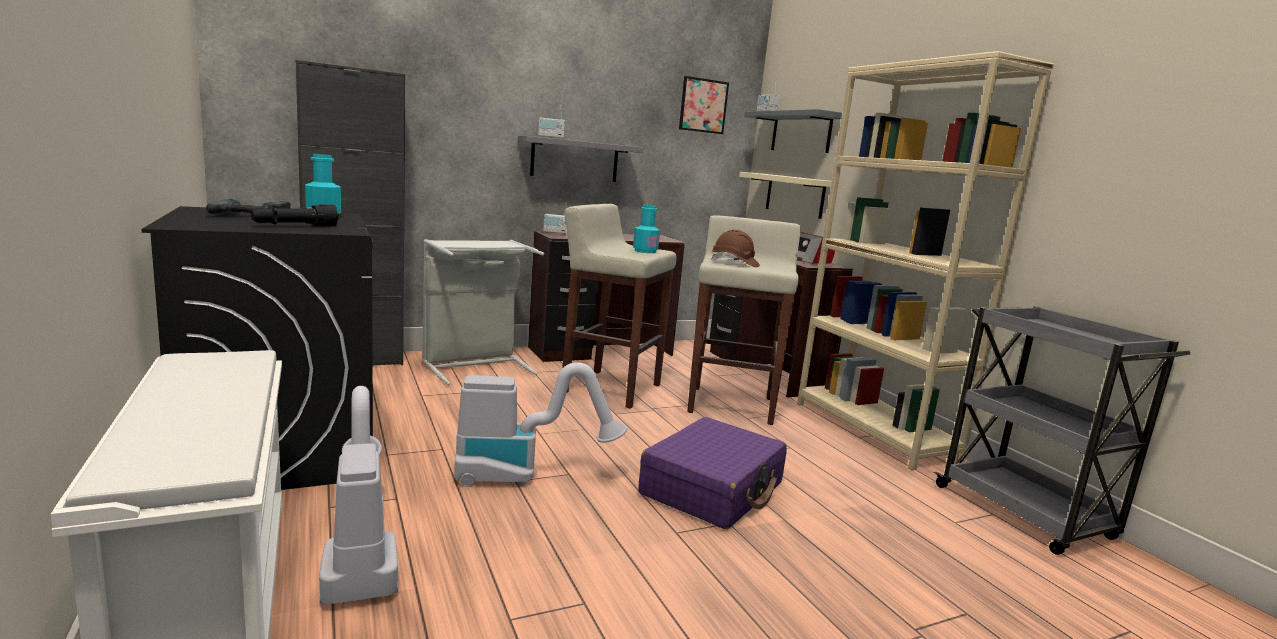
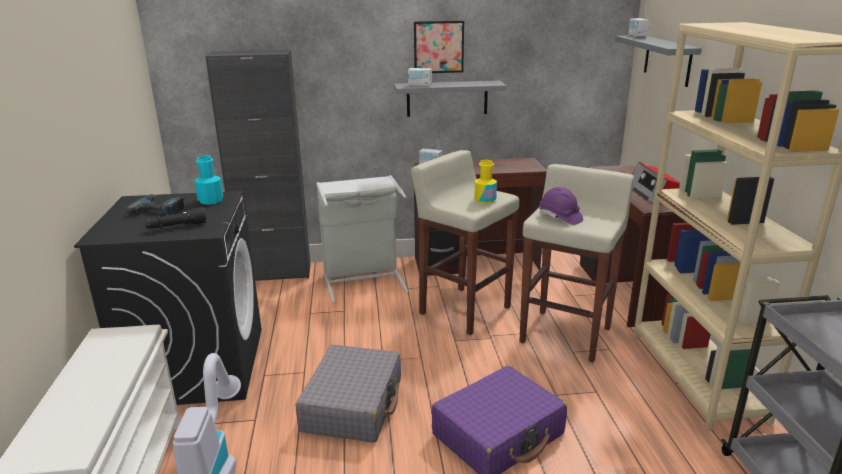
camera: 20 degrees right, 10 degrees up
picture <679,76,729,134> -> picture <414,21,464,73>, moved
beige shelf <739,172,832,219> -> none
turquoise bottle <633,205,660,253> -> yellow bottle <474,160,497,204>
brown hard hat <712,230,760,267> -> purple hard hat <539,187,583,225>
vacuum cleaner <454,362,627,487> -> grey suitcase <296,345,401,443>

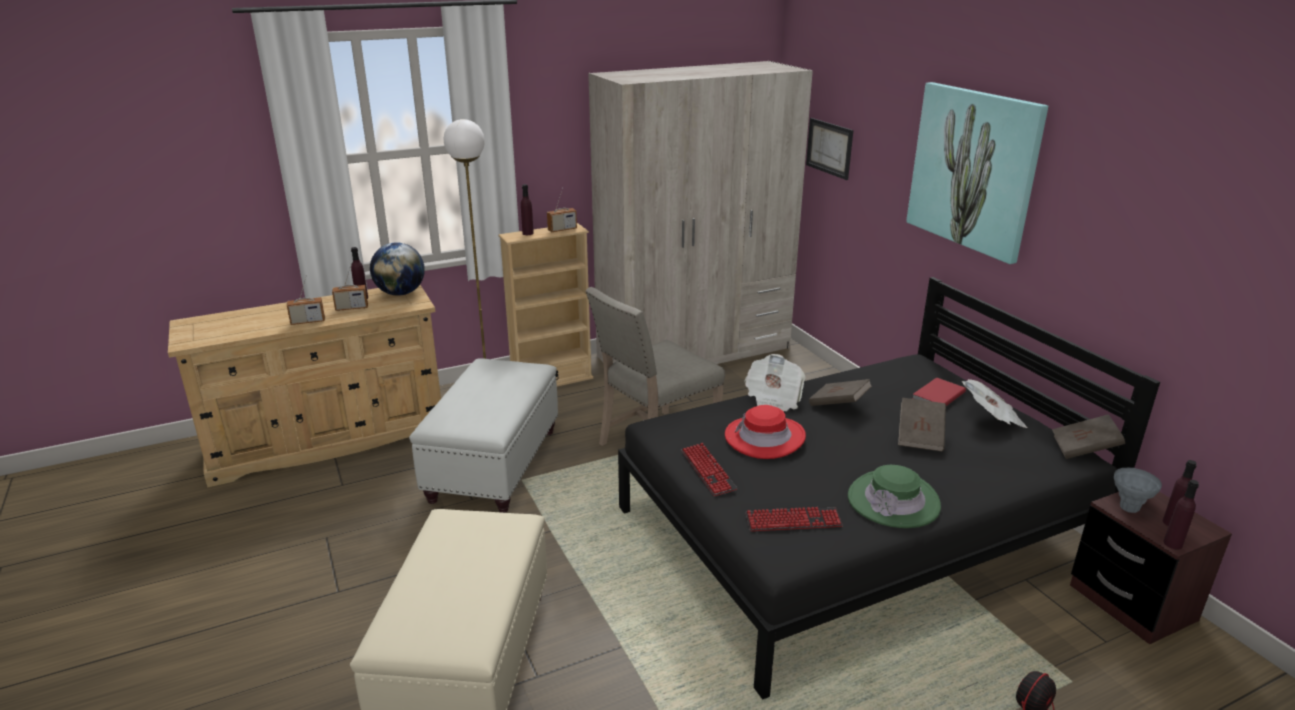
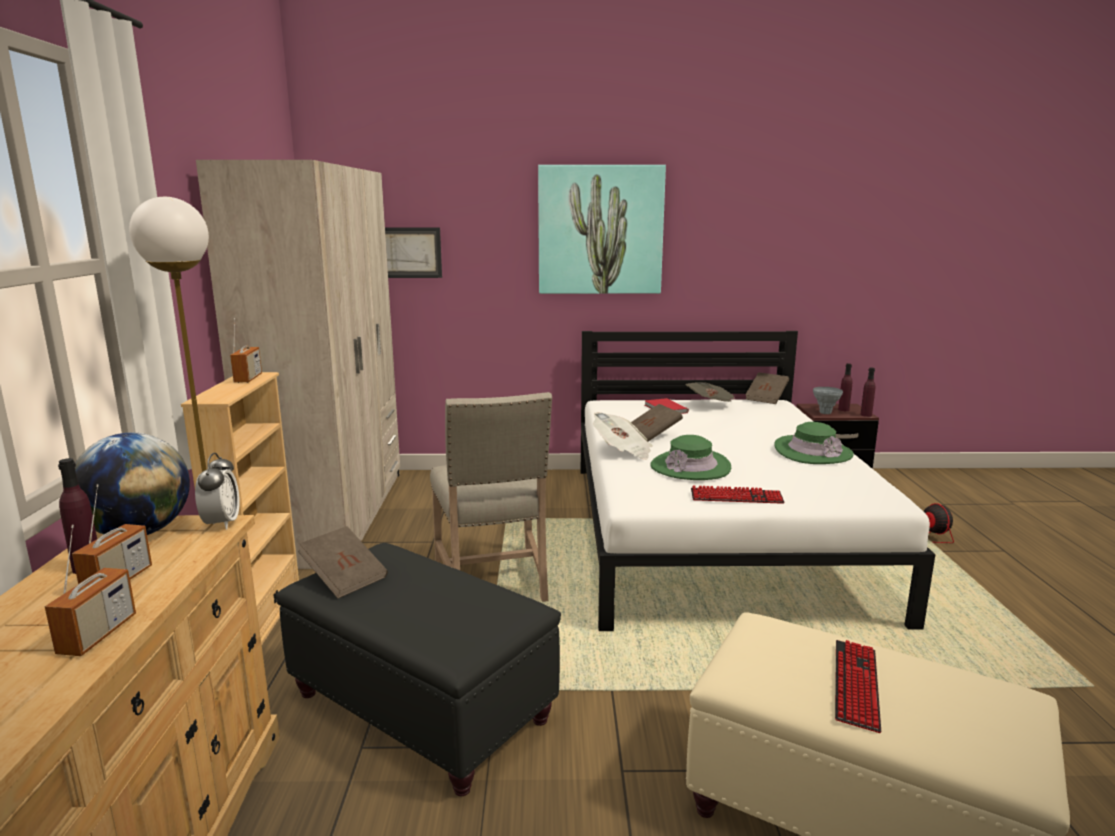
camera: 65 degrees left, 10 degrees down
purple bottle <521,184,534,235> -> none
black bed <618,277,1160,700> -> white bed <581,331,935,631>
white ottoman <409,358,558,513> -> black ottoman <276,543,561,796>
brown book <898,398,946,452> -> brown book <298,526,388,599>, moved
red hat <725,405,806,459> -> green hat <650,435,731,480>
keyboard <745,507,843,531> -> keyboard <835,640,881,733>, moved
none -> alarm clock <195,453,240,530>

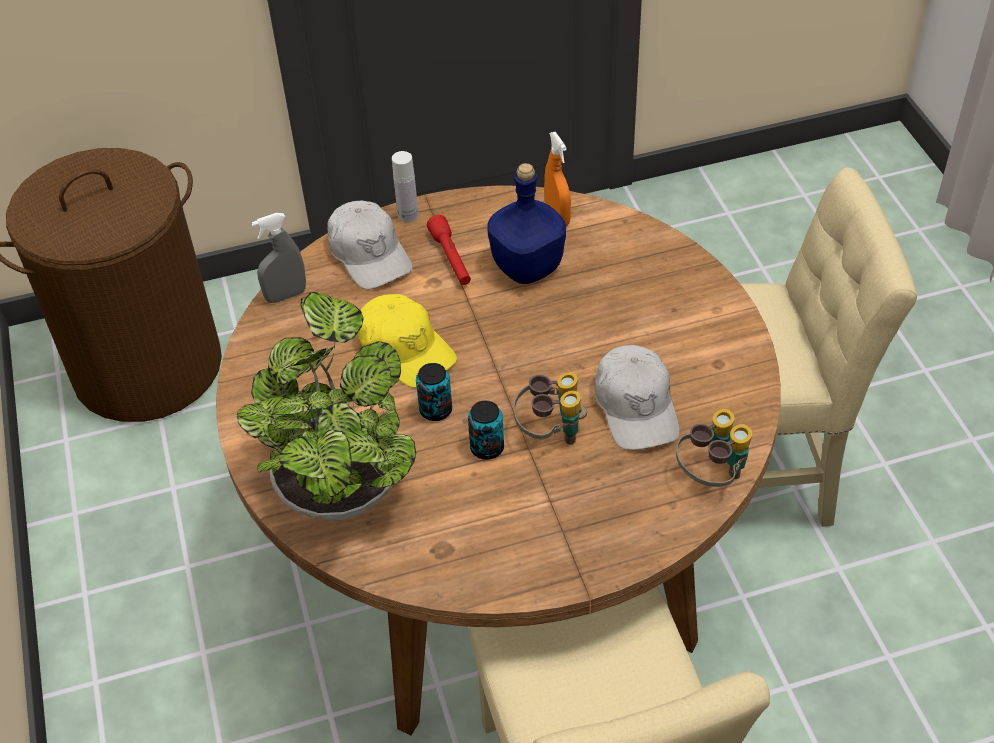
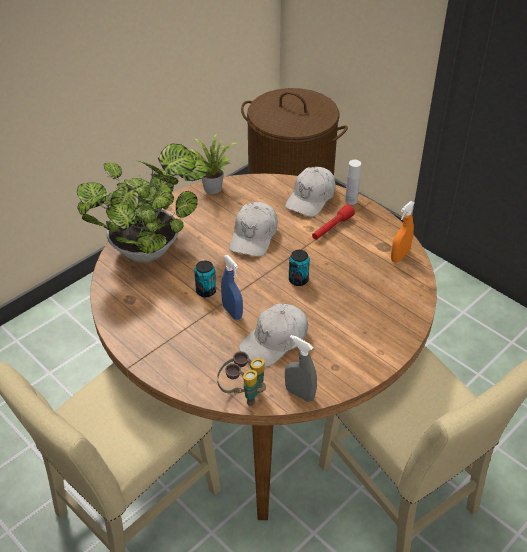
camera: 60 degrees right, 5 degrees down
blue bottle <487,163,566,284> -> none
grey spray bottle <251,213,306,303> -> grey spray bottle <285,335,317,402>, moved
yellow cap <357,294,457,388> -> white cap <229,202,278,257>
can <416,363,452,421> -> can <289,250,310,286>, moved
binoculars <514,372,587,445> -> blue spray bottle <221,255,243,320>
none -> potted plant <190,132,237,194>

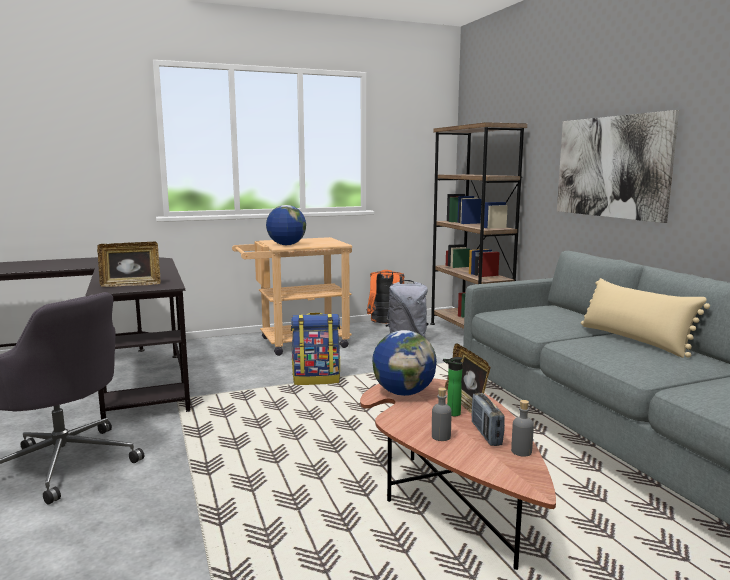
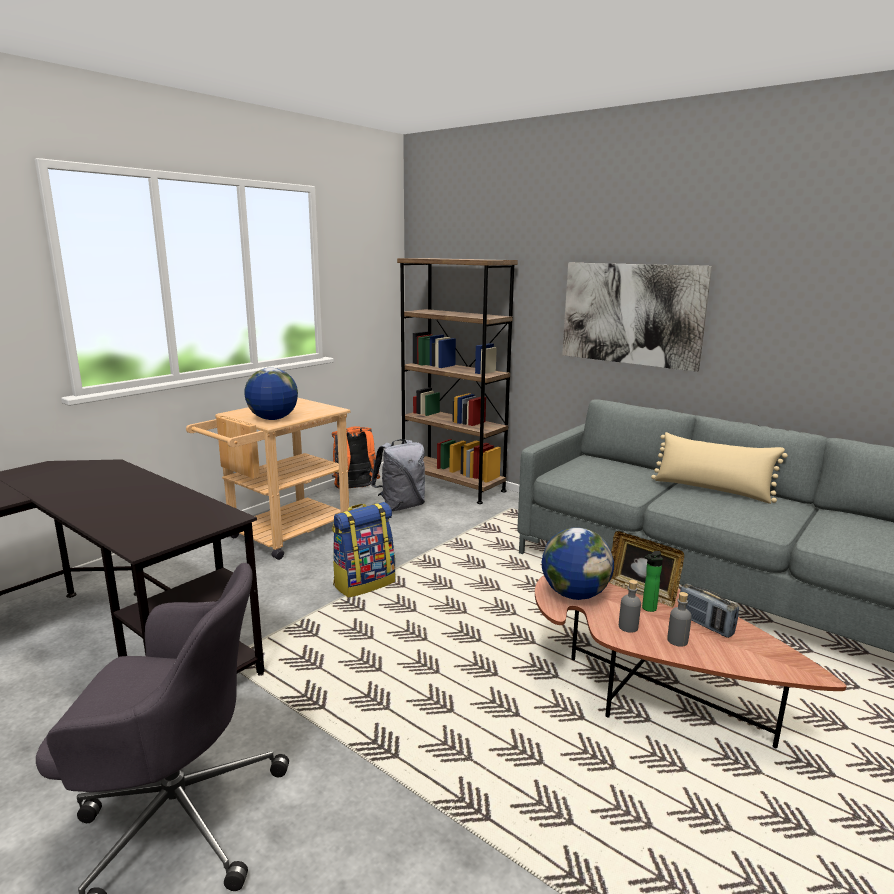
camera: 30 degrees left, 5 degrees up
picture frame <97,242,161,287> -> none
grey bottle <511,400,534,457> -> grey bottle <619,580,641,633>, moved

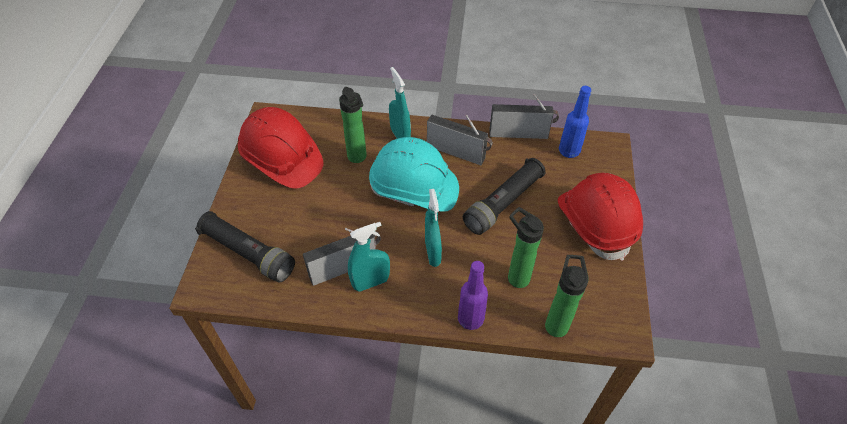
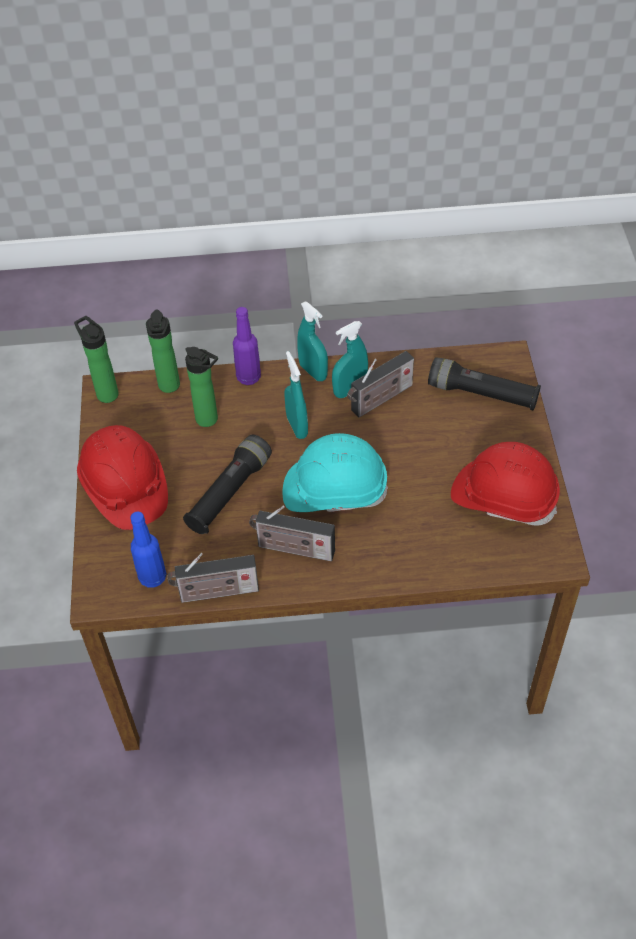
camera: 170 degrees right, 0 degrees up
turquoise spray bottle <389,67,411,139> -> turquoise spray bottle <297,302,328,381>, moved
bottle <339,87,367,163> -> bottle <74,316,119,403>, moved

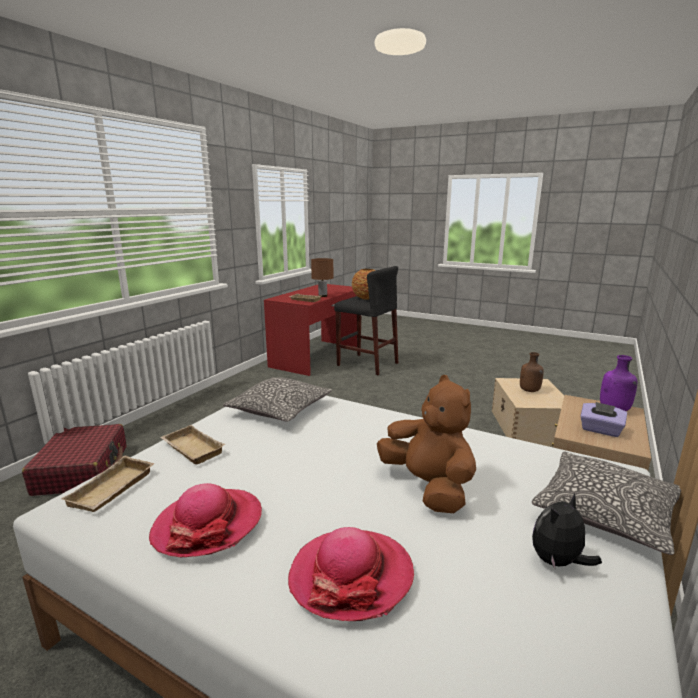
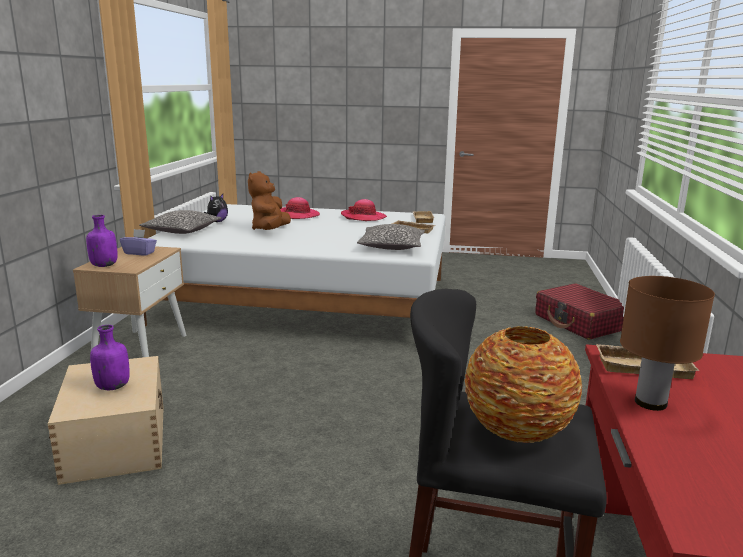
camera: 160 degrees right, 0 degrees up
brown bottle <520,352,544,392> -> purple bottle <90,325,130,390>
brown plush toy <377,375,476,513> -> brown plush toy <248,171,291,230>, 60 degrees clockwise

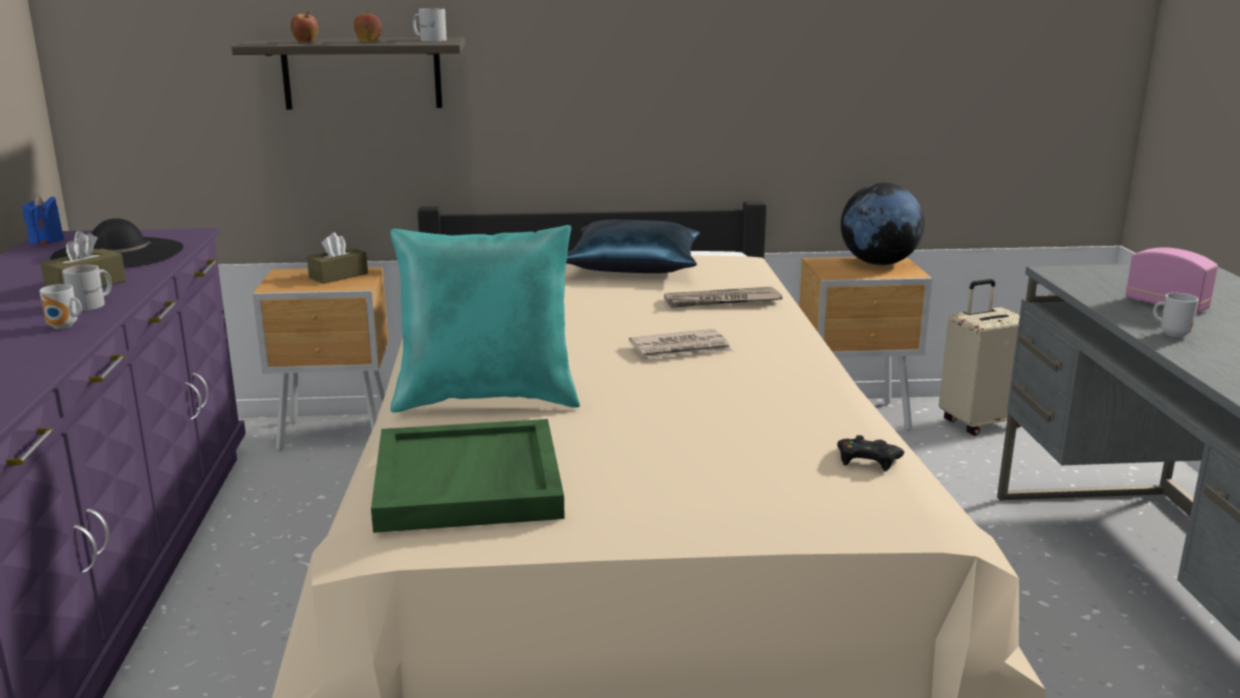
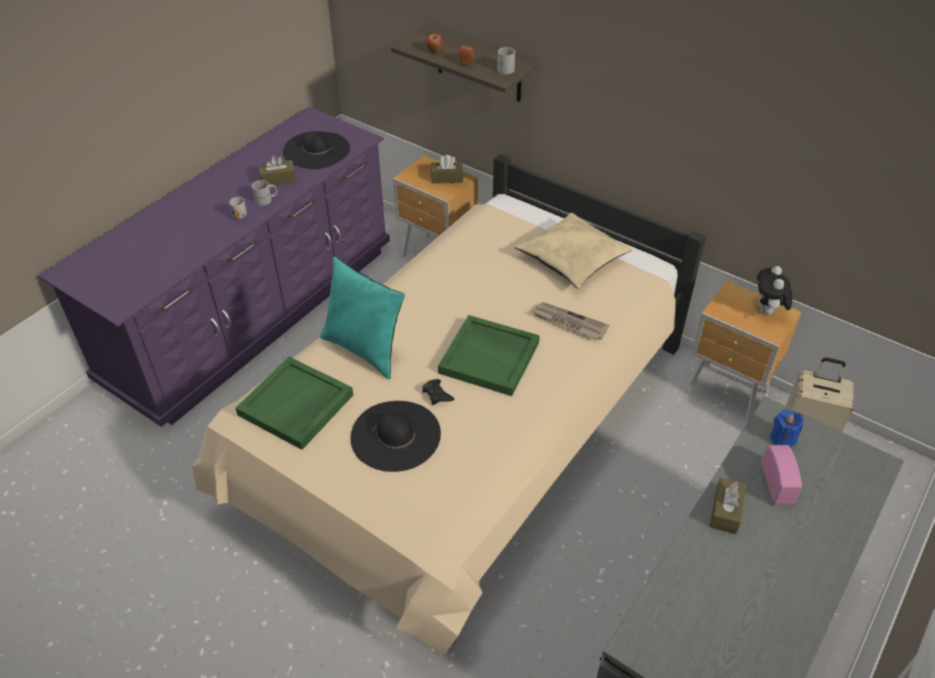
camera: 40 degrees right, 25 degrees up
globe <841,183,925,265> -> plush toy <757,266,792,315>
blue candle <23,195,64,245> -> blue candle <770,409,804,448>, moved
blue pillow <566,220,700,273> -> beige pillow <514,213,632,289>
mug <1153,293,1199,337> -> brown tissue box <710,477,746,534>
newspaper <629,329,733,359> -> green tray <438,315,540,396>
black game controller <837,435,904,471> -> black game controller <422,379,454,405>, moved
none -> black hat <351,401,441,472>

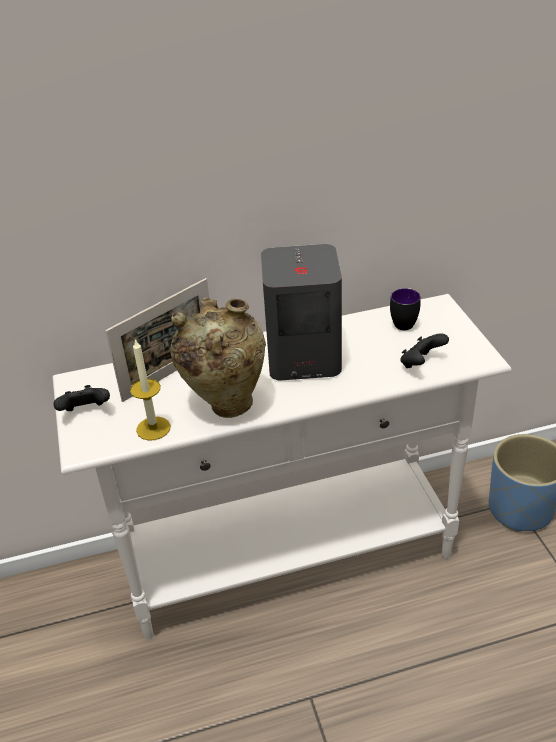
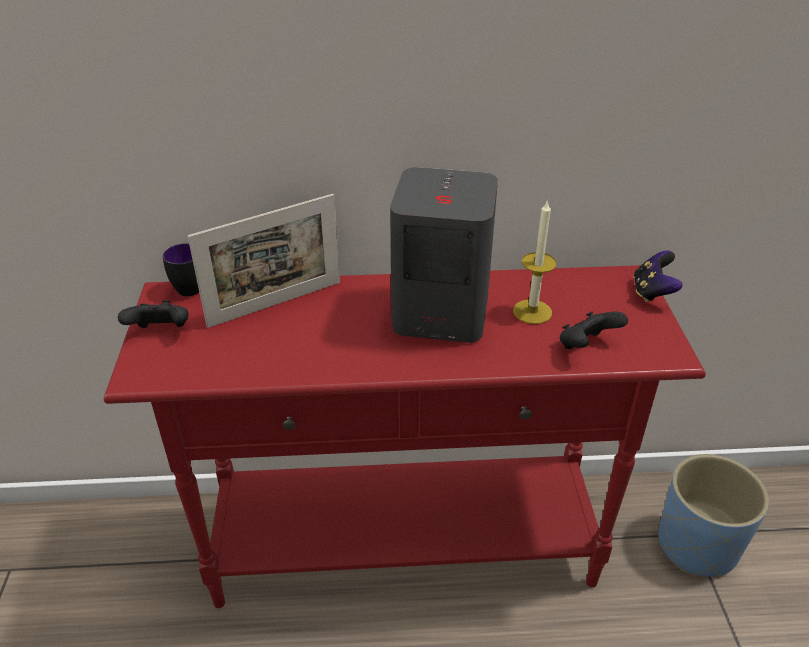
camera: 10 degrees right, 0 degrees up
mug <390,288,421,330> -> mug <163,243,199,297>, moved
white console table <53,294,512,640> -> red console table <104,265,706,608>
beige vase <170,298,266,418> -> none
candle <130,339,171,441> -> candle <513,199,557,324>, moved
none -> game controller <633,251,682,302>

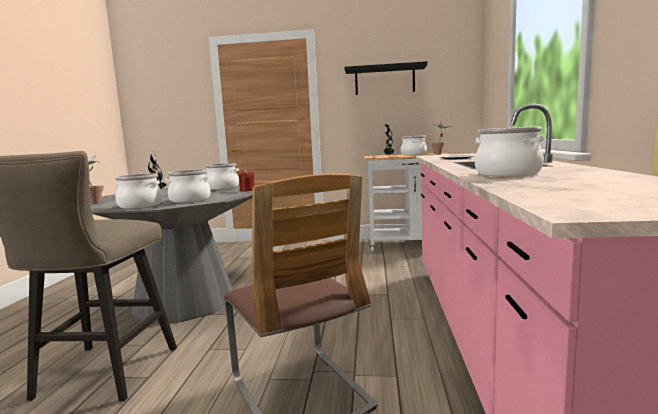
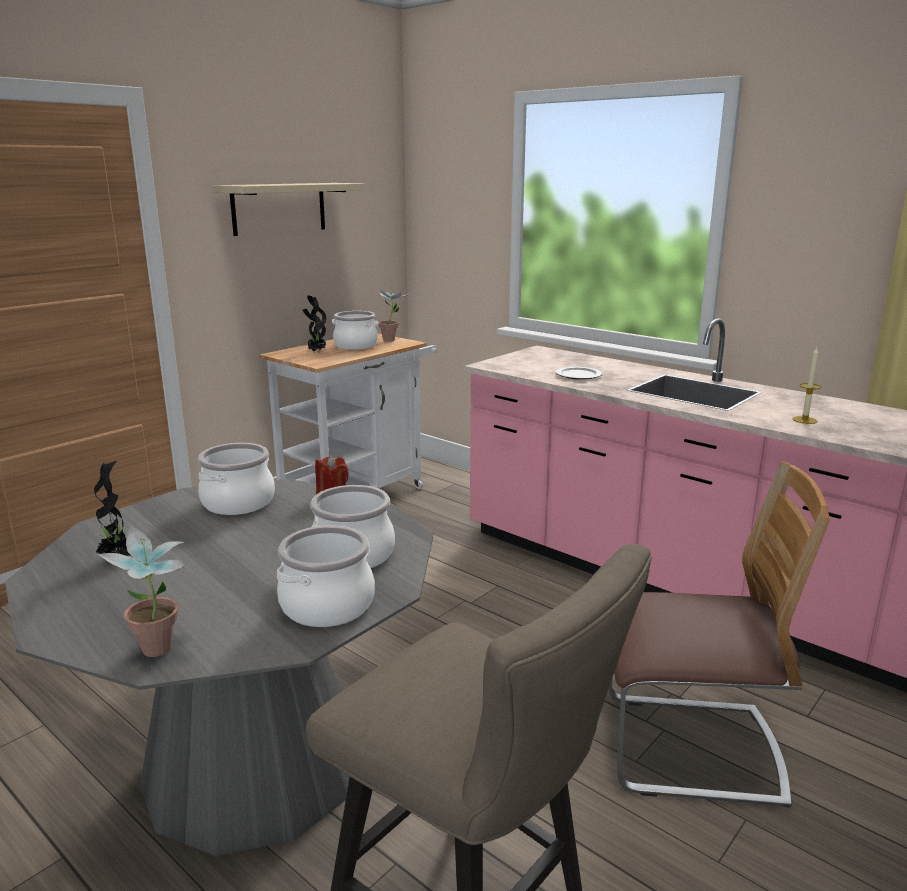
camera: 55 degrees left, 10 degrees up
black shelf <344,61,427,95> -> beige shelf <213,183,365,236>
cooking pot <475,127,545,177> -> candle <793,348,821,424>

